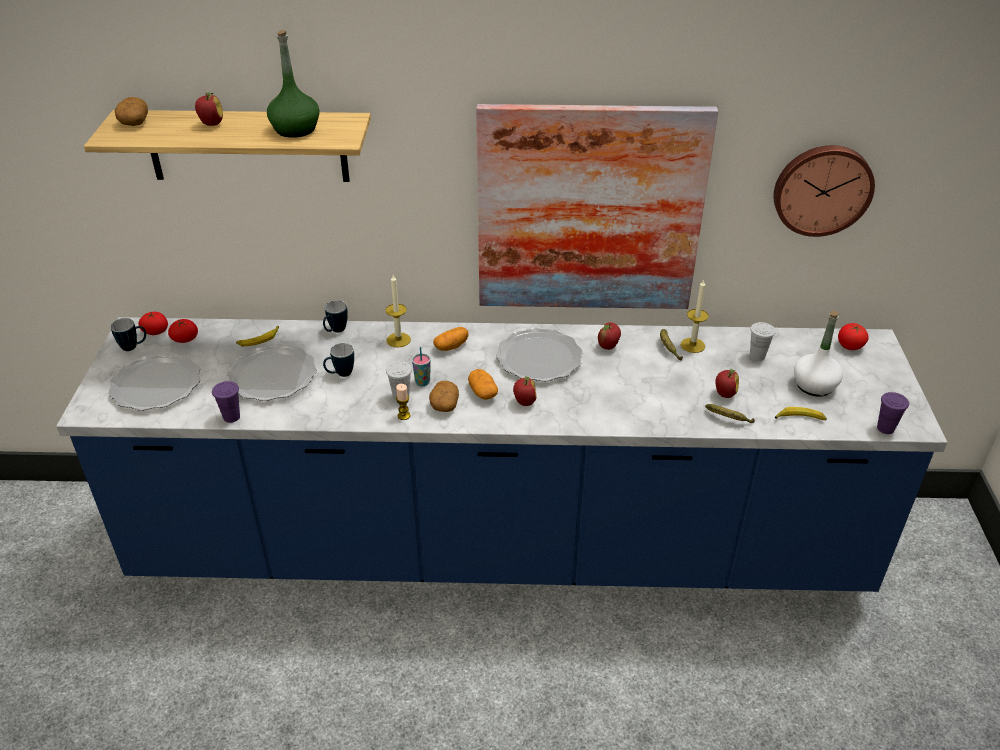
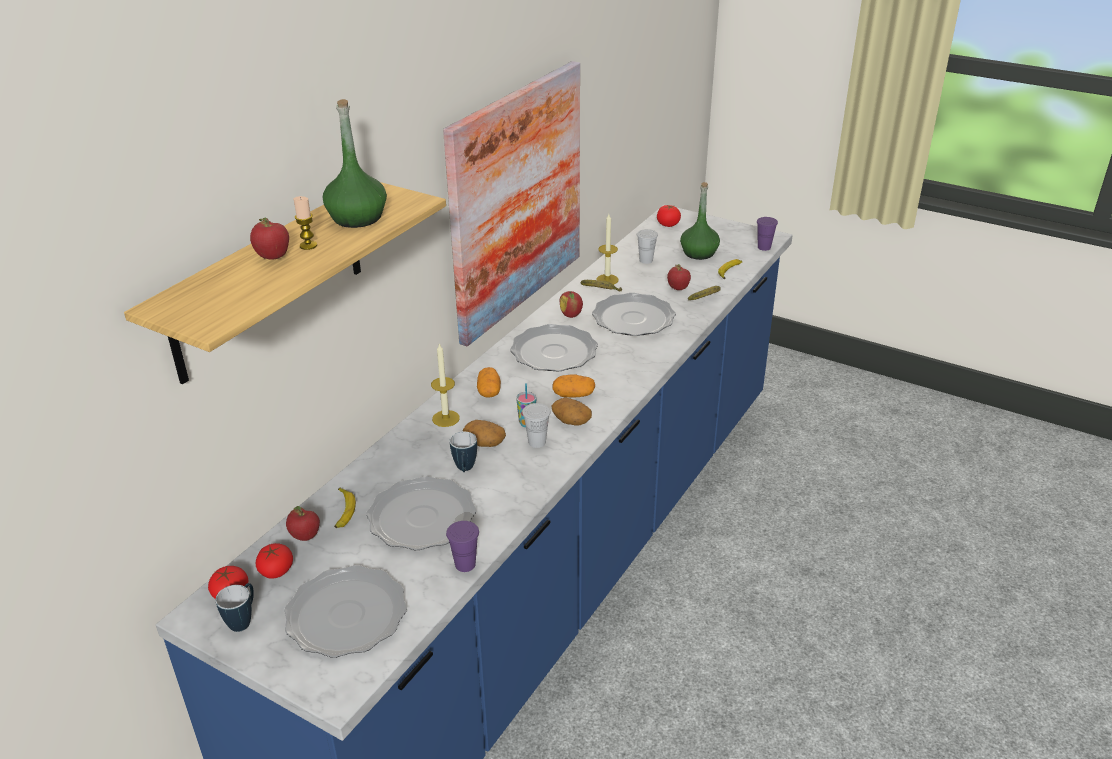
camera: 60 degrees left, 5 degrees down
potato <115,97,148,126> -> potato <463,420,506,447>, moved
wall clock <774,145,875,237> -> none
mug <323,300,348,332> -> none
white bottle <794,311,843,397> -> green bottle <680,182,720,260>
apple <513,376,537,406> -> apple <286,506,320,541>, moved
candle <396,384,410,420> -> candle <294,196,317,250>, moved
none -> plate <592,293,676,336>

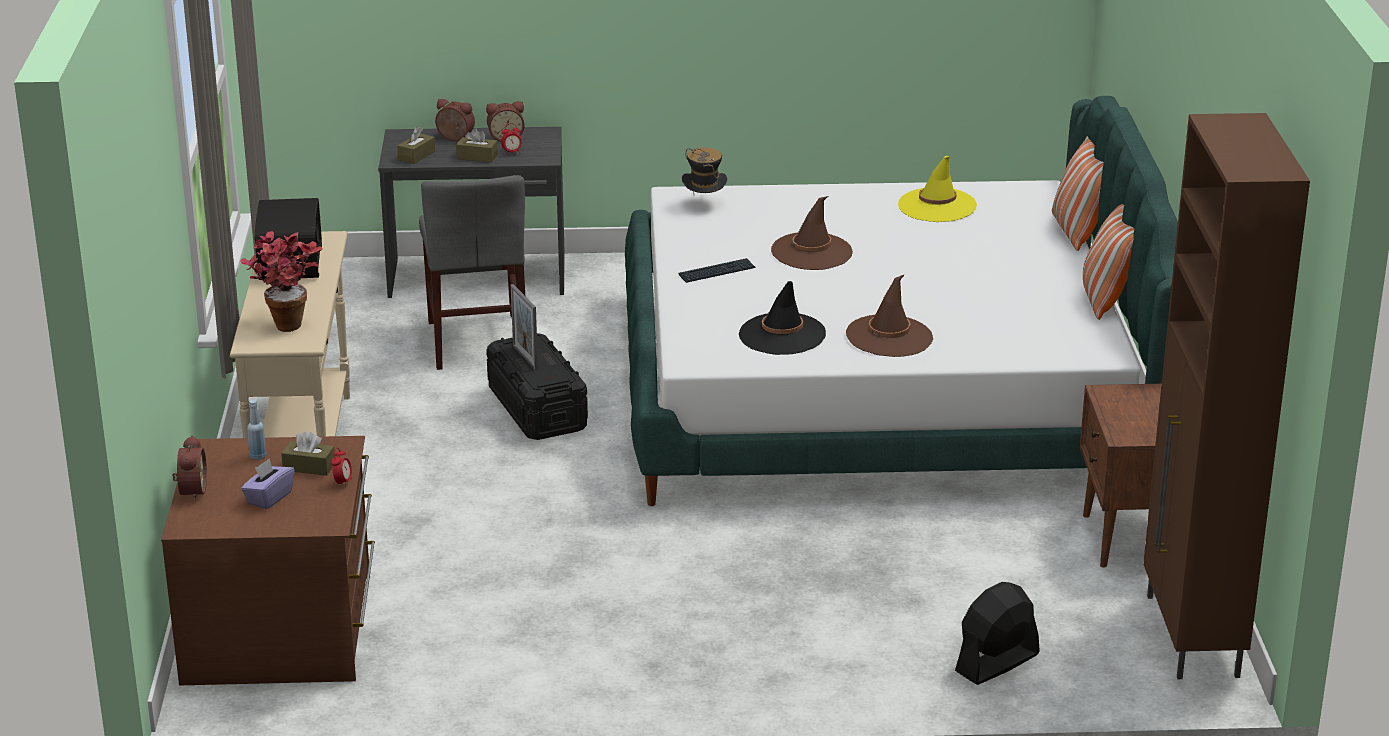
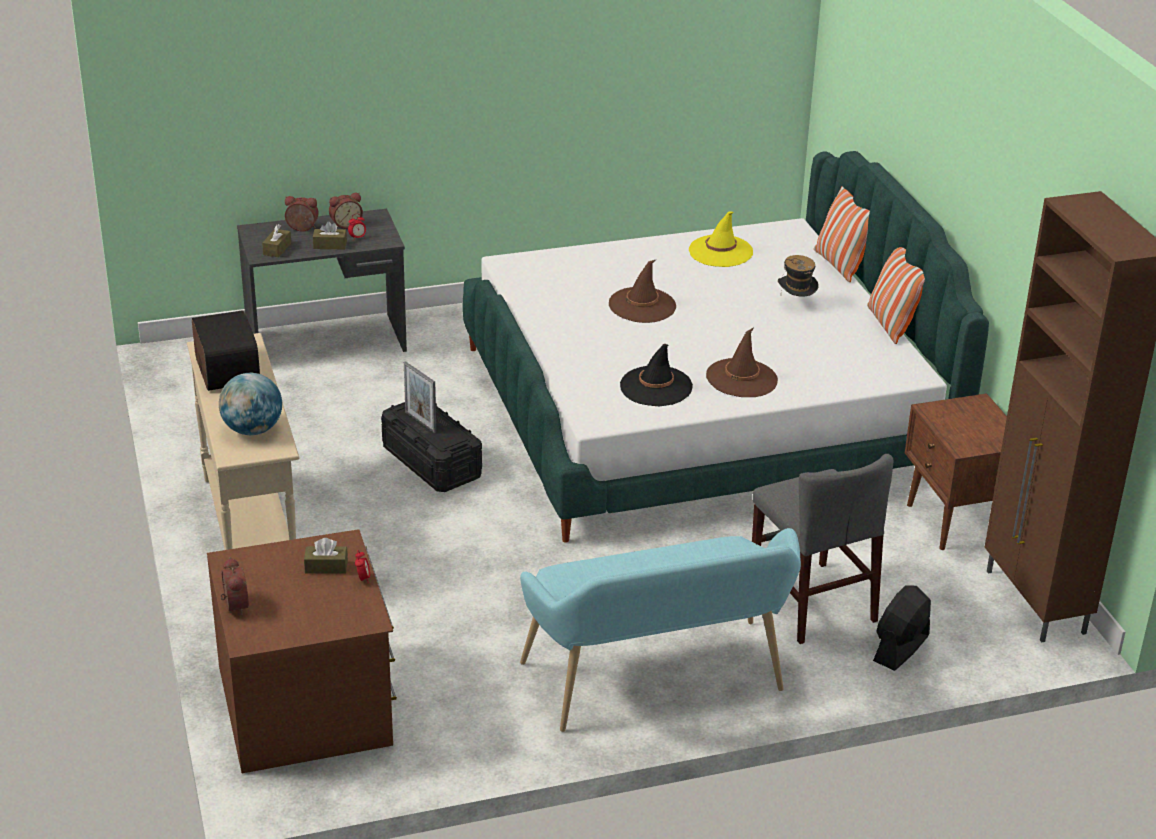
camera: 15 degrees left, 5 degrees up
hat <682,147,727,194> -> hat <778,255,819,297>, moved
grey chair <419,175,525,370> -> grey chair <752,454,893,644>, moved
potted plant <240,231,322,332> -> globe <219,373,282,435>
keyboard <679,258,755,283> -> none
blue bottle <247,400,267,460> -> none
purple tissue box <241,458,295,509> -> none
none -> turquoise bench <520,528,801,732>

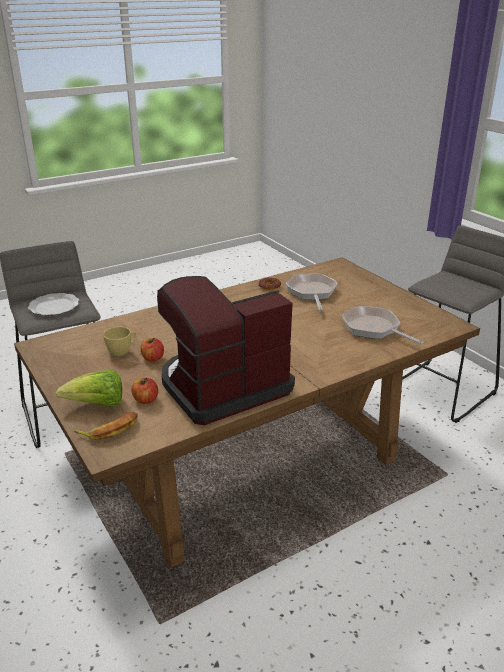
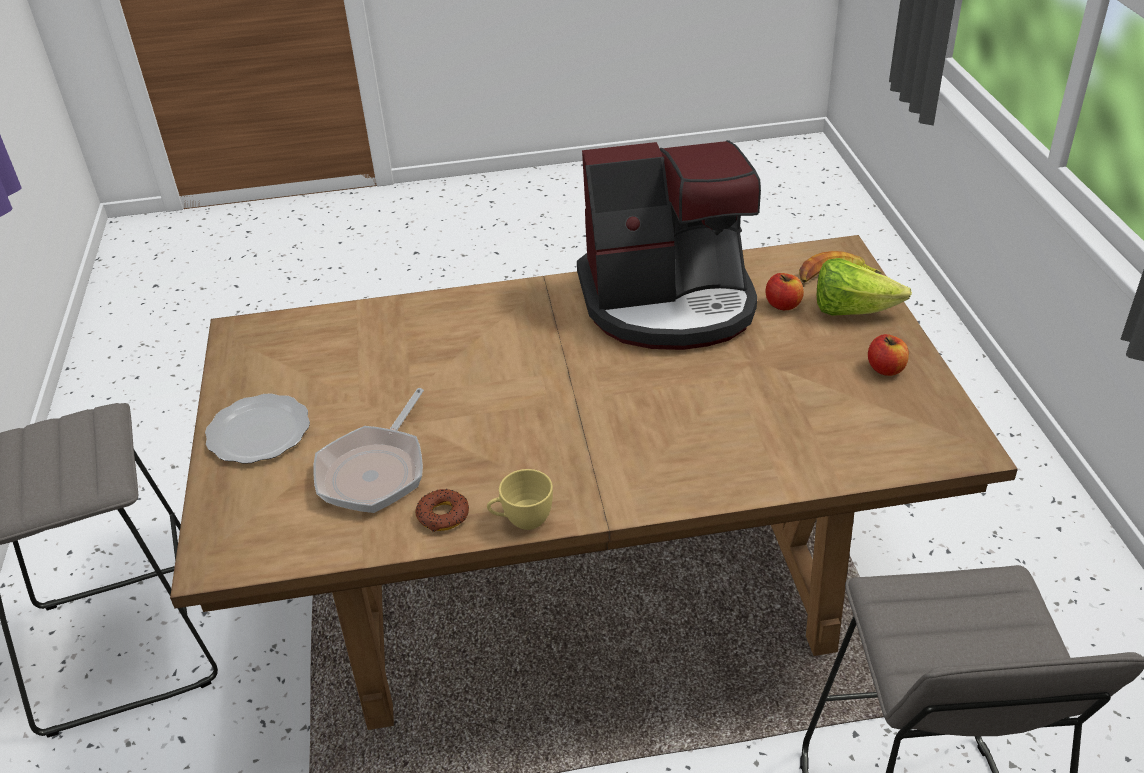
camera: 155 degrees left, 10 degrees up
plate <28,293,79,316> -> plate <205,394,310,464>, moved
frying pan <342,306,424,345> -> none
yellow cup <103,327,137,357> -> yellow cup <487,469,553,530>, moved
apple <141,338,164,361> -> apple <868,334,909,376>, moved

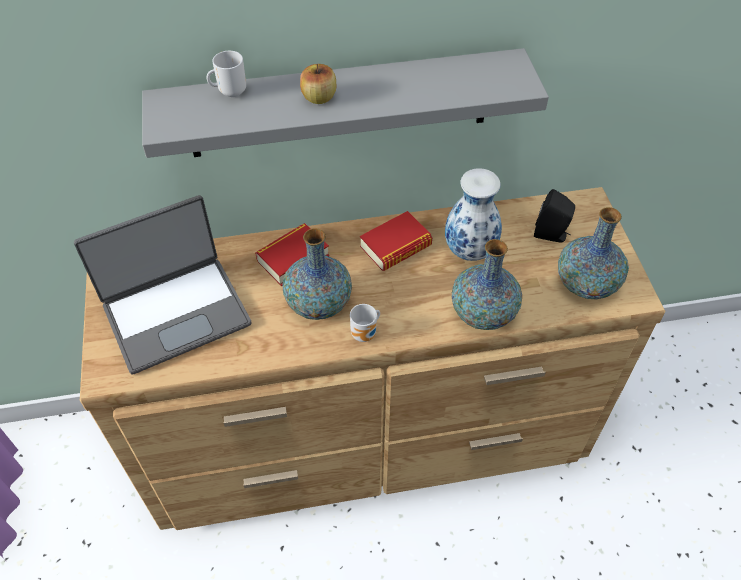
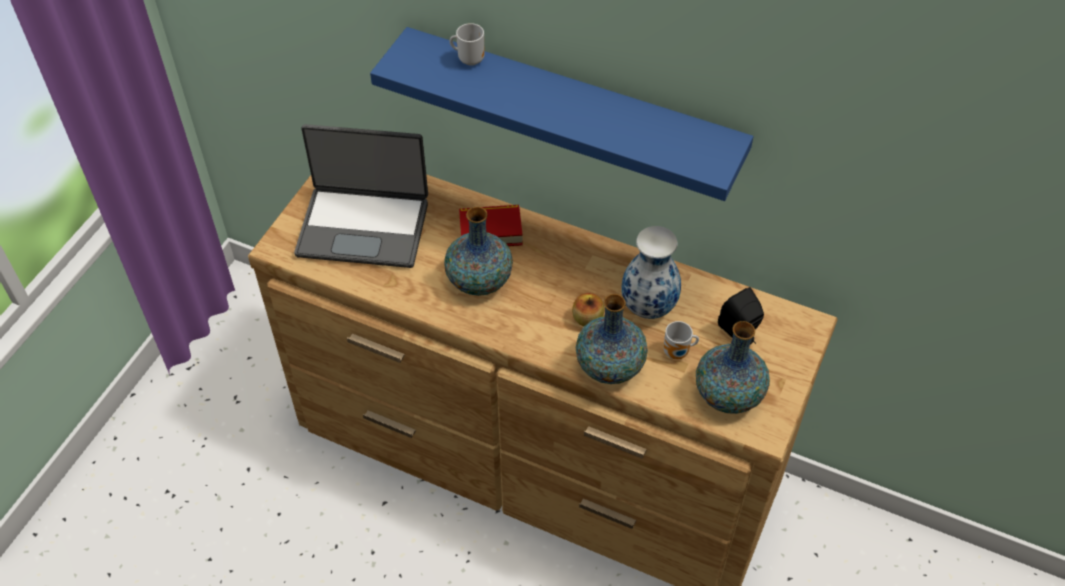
camera: 35 degrees right, 0 degrees up
grey shelf <142,48,549,158> -> blue shelf <370,27,753,201>
apple <300,64,336,104> -> apple <572,293,604,326>, moved
book <360,211,432,271> -> none
mug <350,304,380,342> -> mug <664,321,699,360>, moved

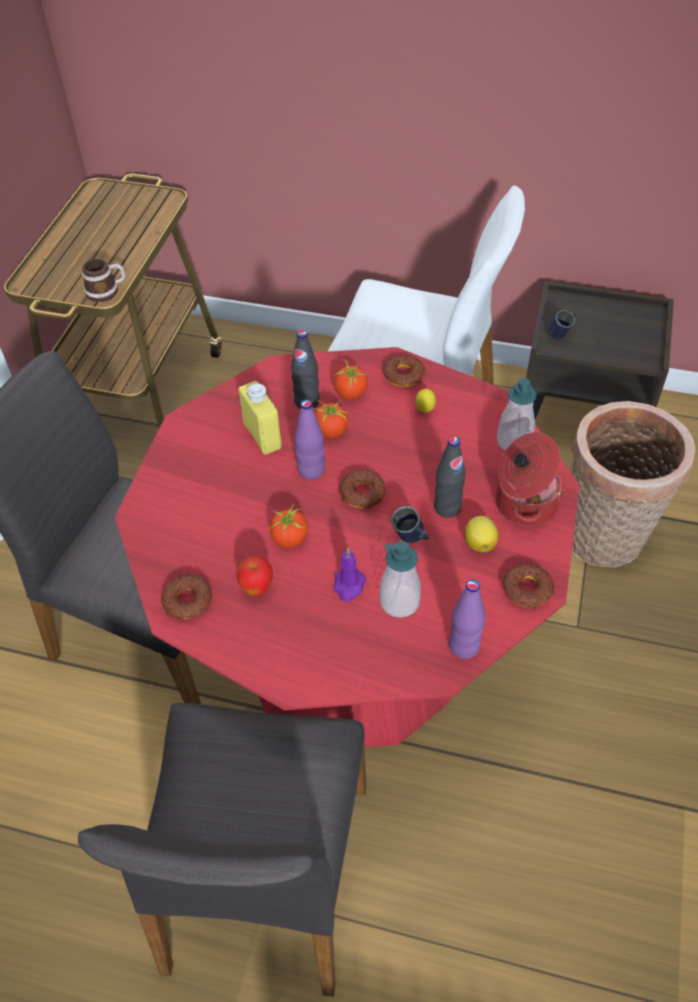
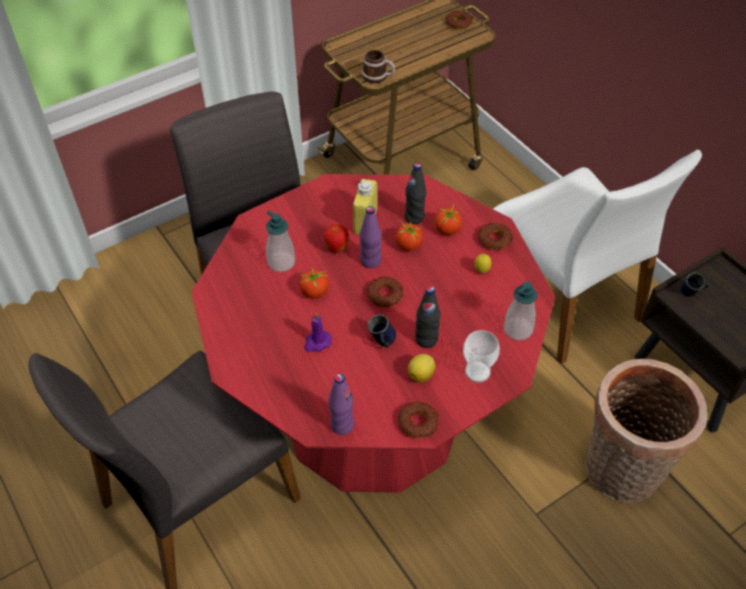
camera: 40 degrees right, 0 degrees up
cooking pot <496,432,565,526> -> cup <463,330,500,383>
soap dispenser <380,541,421,618> -> soap dispenser <266,210,295,272>, moved
apple <236,556,273,596> -> apple <323,224,349,253>, moved
donut <161,575,212,619> -> donut <446,11,472,29>, moved

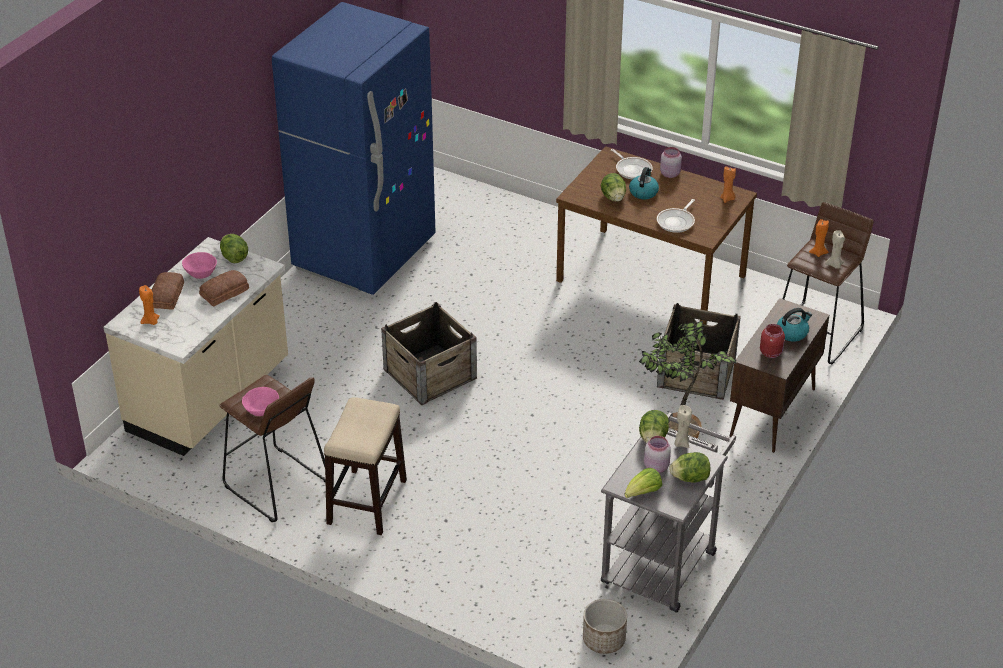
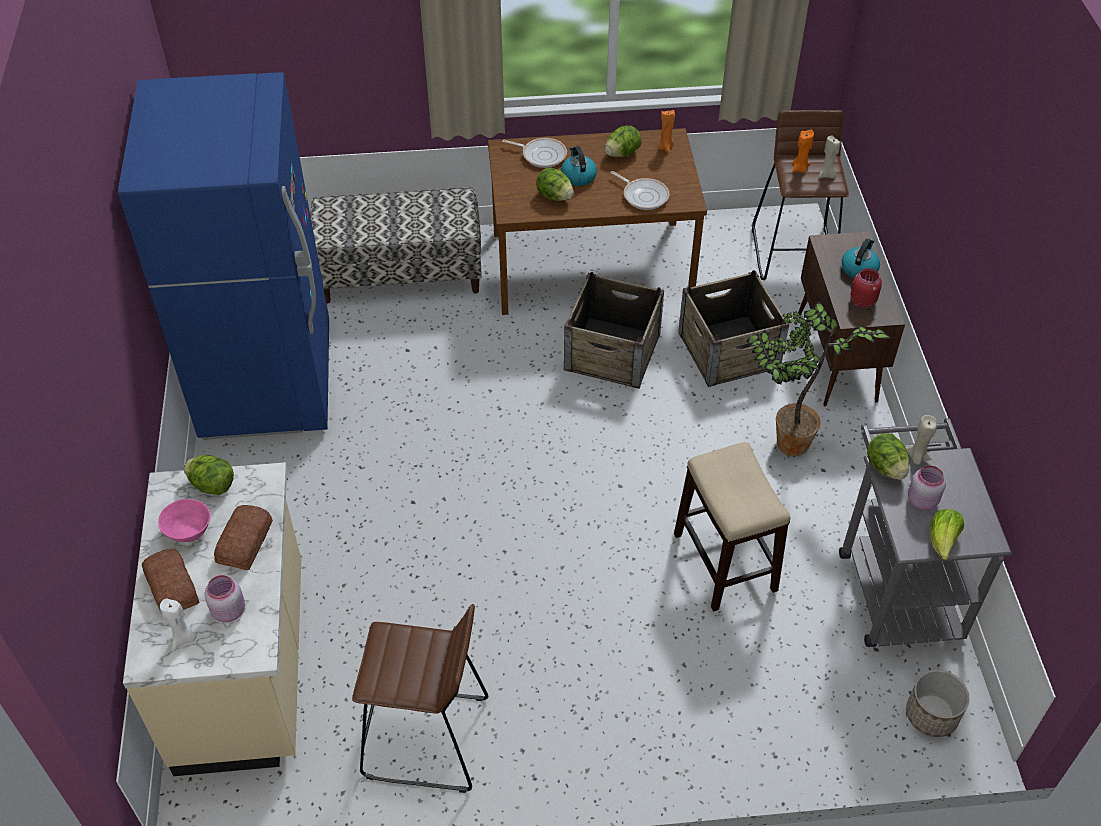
camera: 35 degrees left, 10 degrees up
pink jar <660,147,682,178> -> pink jar <204,575,245,622>, moved
frying pan <657,199,695,233> -> frying pan <610,171,669,210>, 45 degrees counterclockwise
orange candle <139,285,160,325> -> white candle <160,598,197,650>
crate <381,302,477,405> -> crate <564,272,664,389>, moved
pink bowl <242,387,279,416> -> none
stool <324,397,407,535> -> stool <674,442,790,611>, moved
lettuce <669,452,711,483> -> lettuce <605,125,642,157>, moved
none -> bench <310,188,482,304>

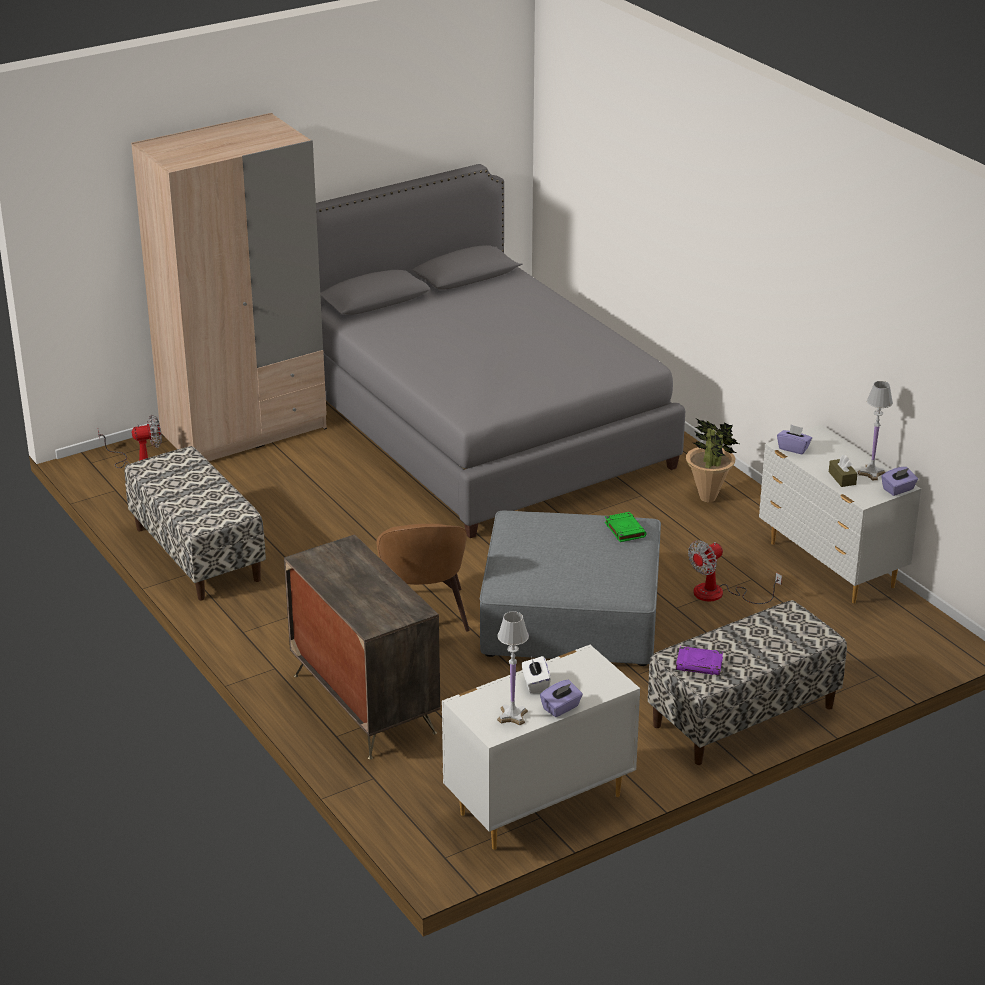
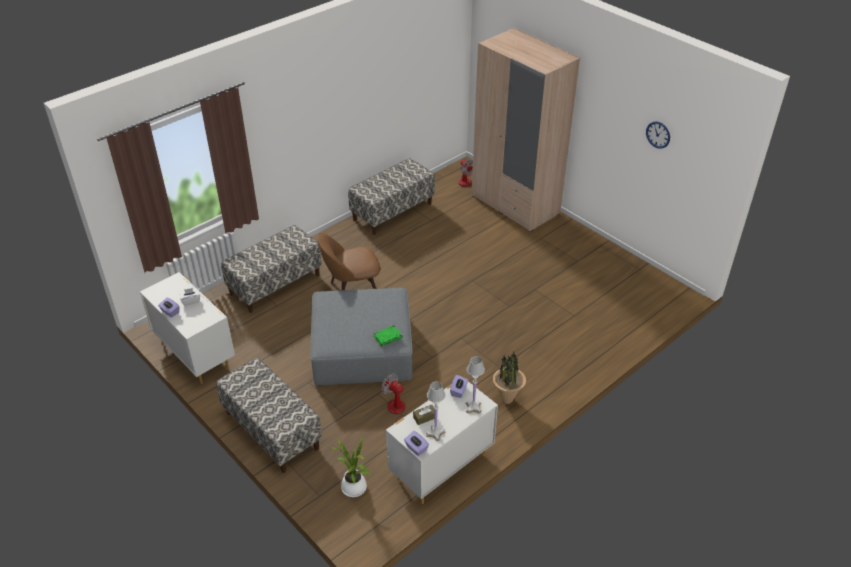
camera: 80 degrees right, 10 degrees up
grey bed <316,164,685,538> -> none
dresser <284,534,440,759> -> bench <221,225,322,313>
white table lamp <497,611,529,726> -> white table lamp <465,356,485,414>, moved
purple book <676,646,723,675> -> none
none -> wall clock <646,121,670,149>
none -> potted plant <332,437,371,497>

